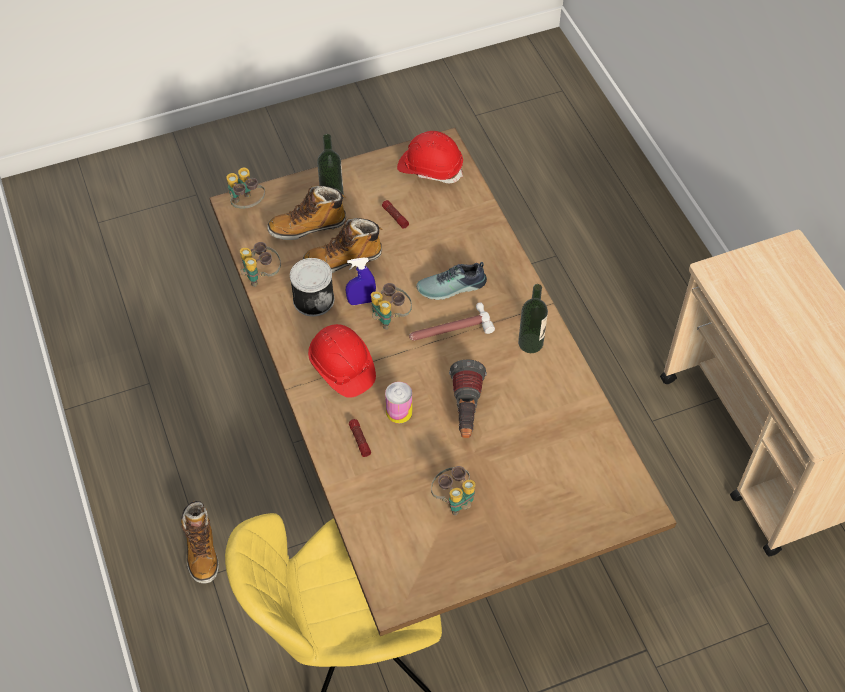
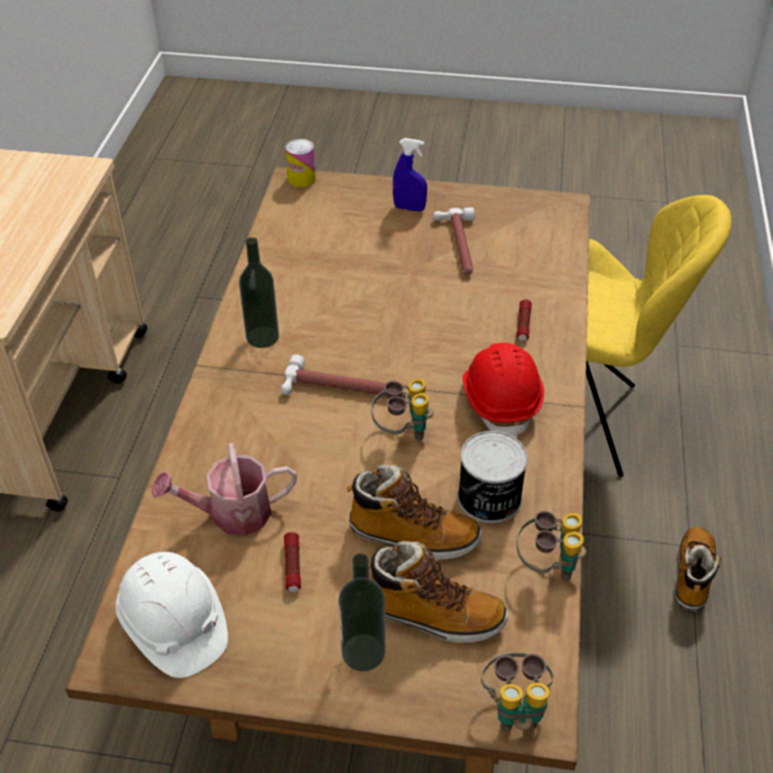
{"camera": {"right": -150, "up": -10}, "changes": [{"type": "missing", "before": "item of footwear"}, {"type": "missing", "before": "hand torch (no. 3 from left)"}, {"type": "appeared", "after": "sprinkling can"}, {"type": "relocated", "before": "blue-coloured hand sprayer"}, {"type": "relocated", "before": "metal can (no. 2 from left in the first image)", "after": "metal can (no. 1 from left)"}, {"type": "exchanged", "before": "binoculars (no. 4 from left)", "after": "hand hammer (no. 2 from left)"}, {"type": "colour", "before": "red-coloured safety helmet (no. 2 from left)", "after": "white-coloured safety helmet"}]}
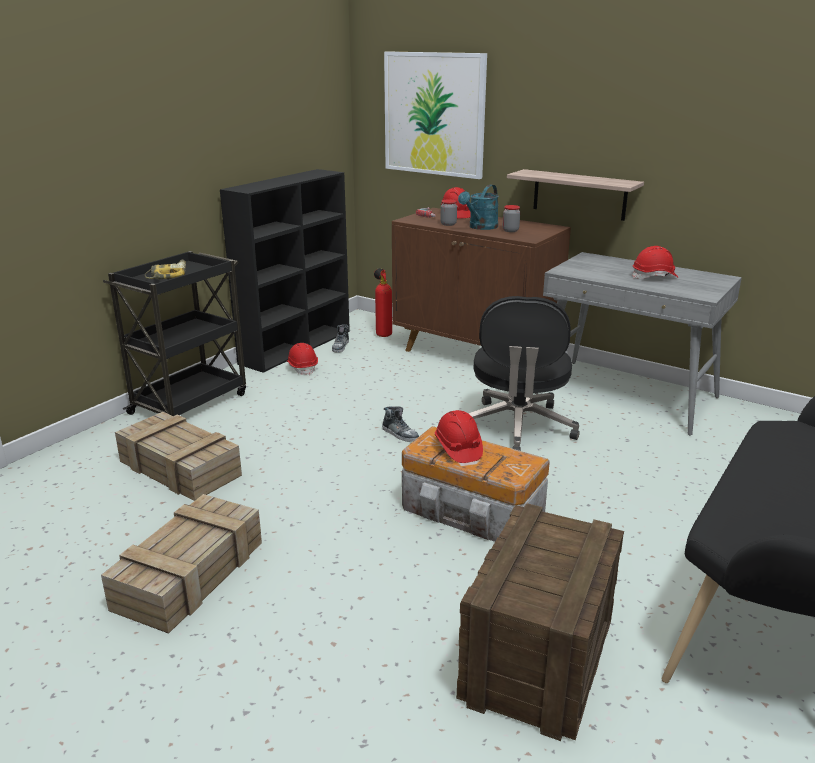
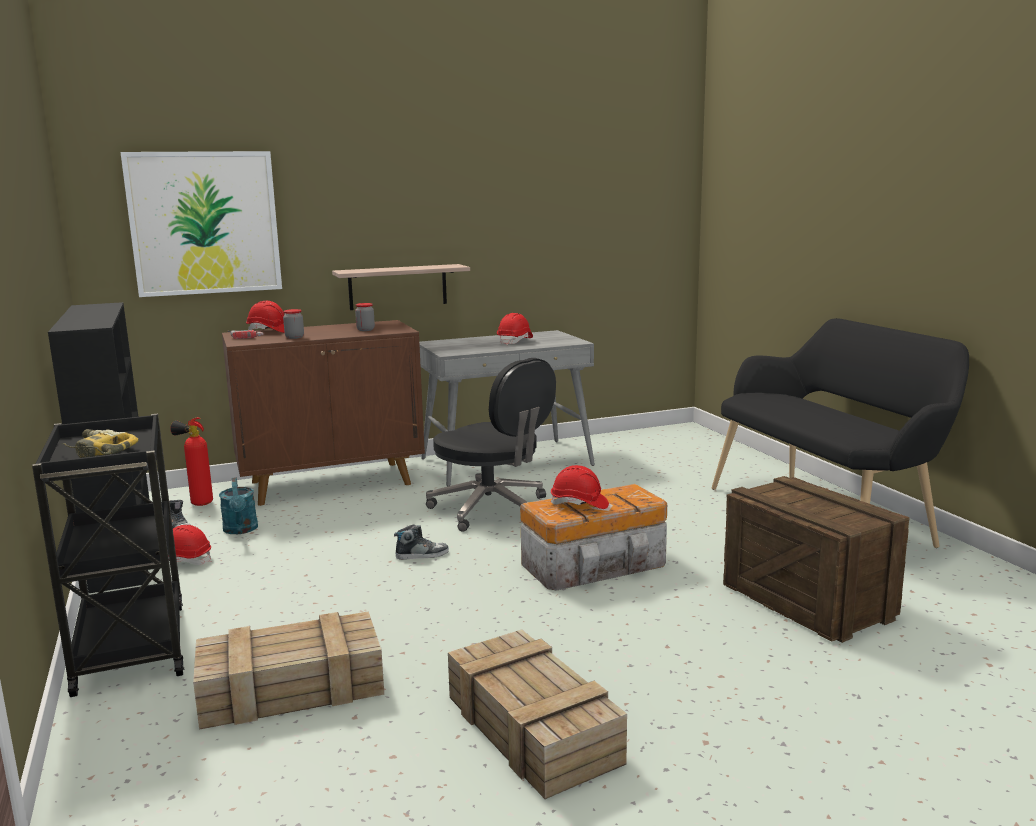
{"camera": {"right": -55, "up": -10}, "changes": [{"type": "relocated", "before": "blue-green sprinkling can"}]}
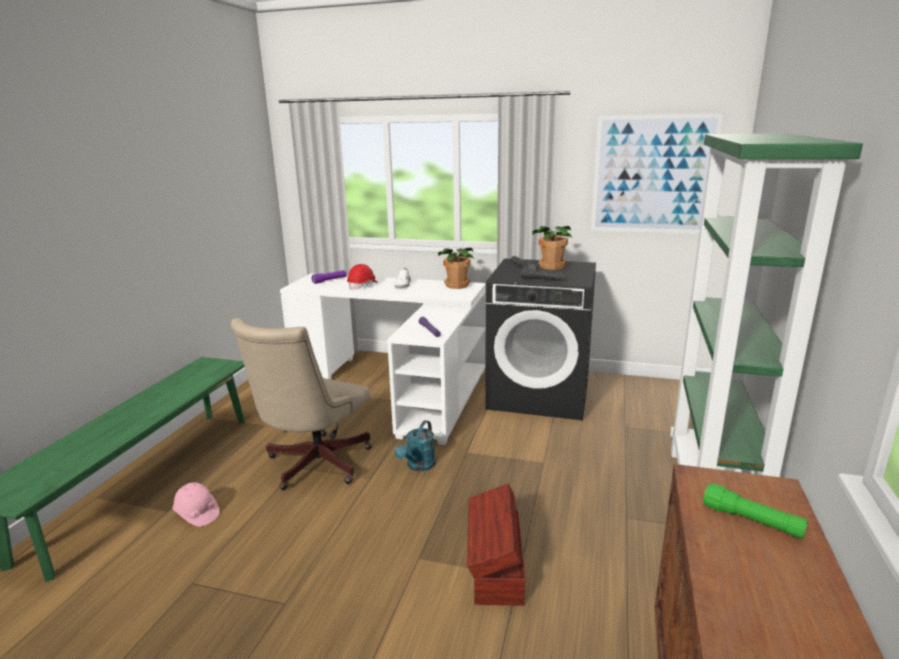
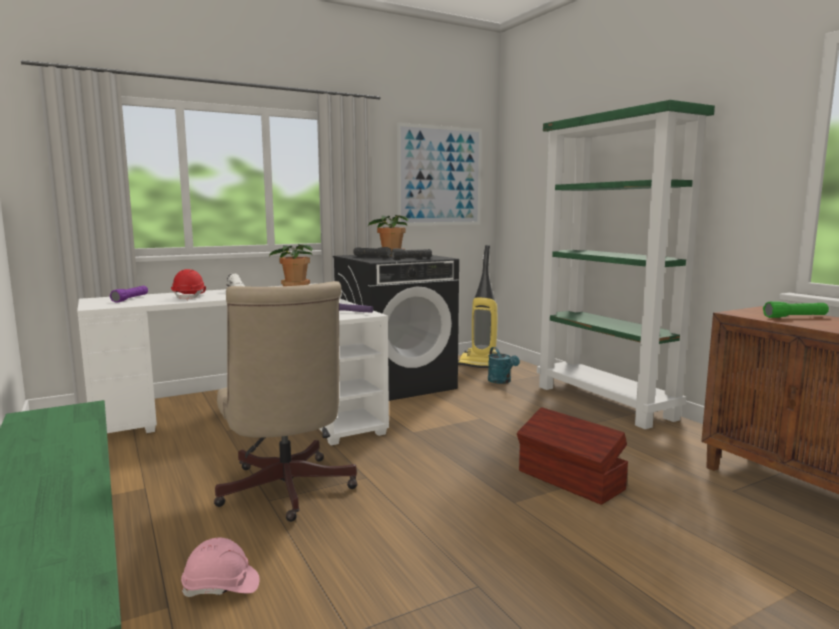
{"camera": {"right": -45, "up": -10}, "changes": [{"type": "appeared", "after": "vacuum cleaner"}, {"type": "relocated", "before": "blue-green sprinkling can"}]}
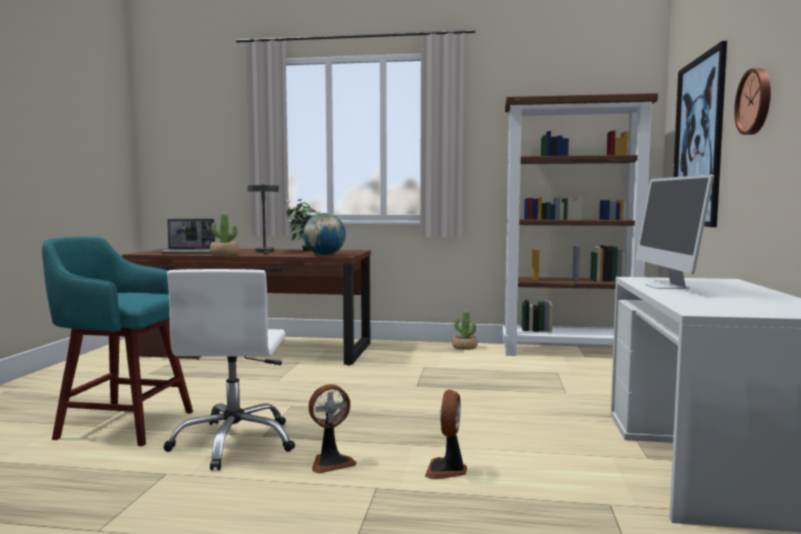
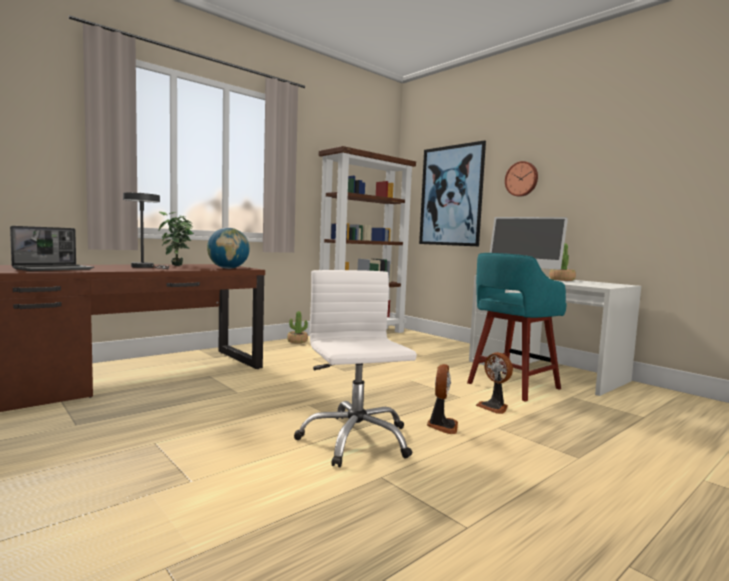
{"camera": {"right": -50, "up": 0}, "changes": [{"type": "relocated", "before": "blue-green stool"}, {"type": "relocated", "before": "potted plant (no. 1 from left in the first image)", "after": "potted plant (no. 3 from left)"}, {"type": "spun", "before": "white-coloured office chair", "turn": -150}]}
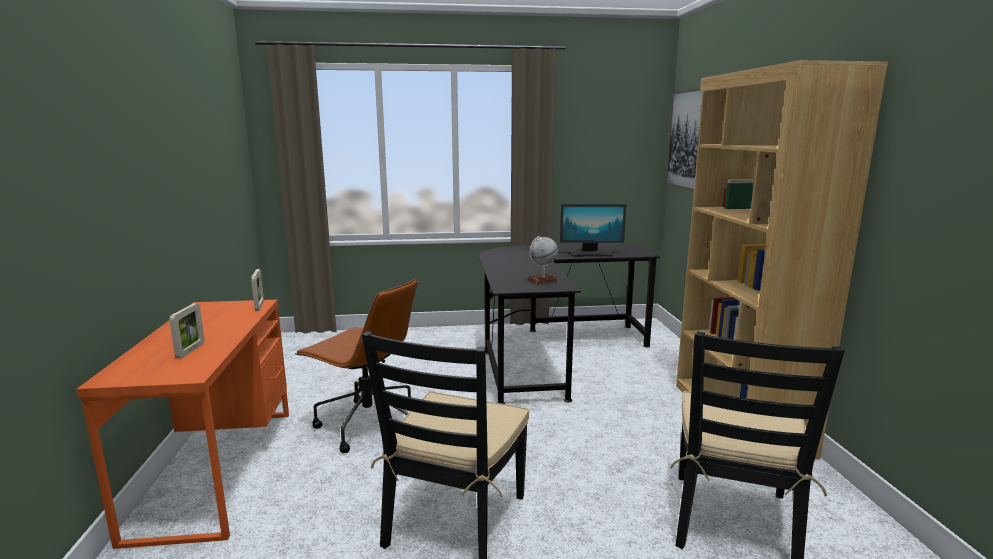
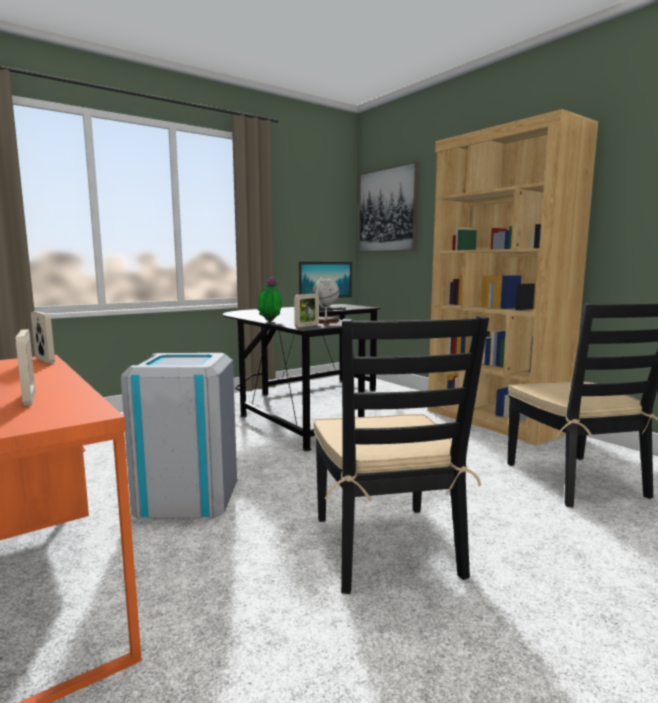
{"camera": {"right": -30, "up": -5}, "changes": [{"type": "appeared", "after": "potted plant"}, {"type": "appeared", "after": "standing frame (no. 3 from left)"}, {"type": "exchanged", "before": "brown office chair", "after": "gray trash can"}]}
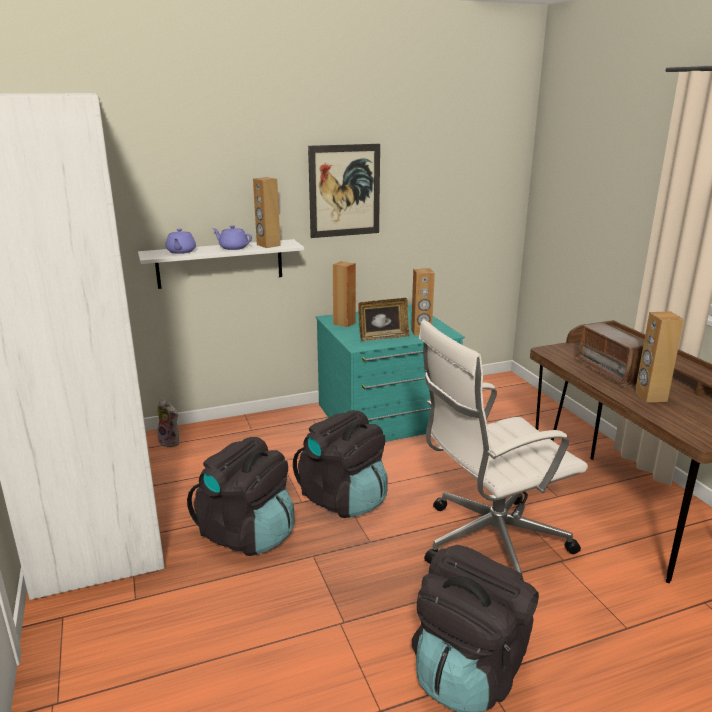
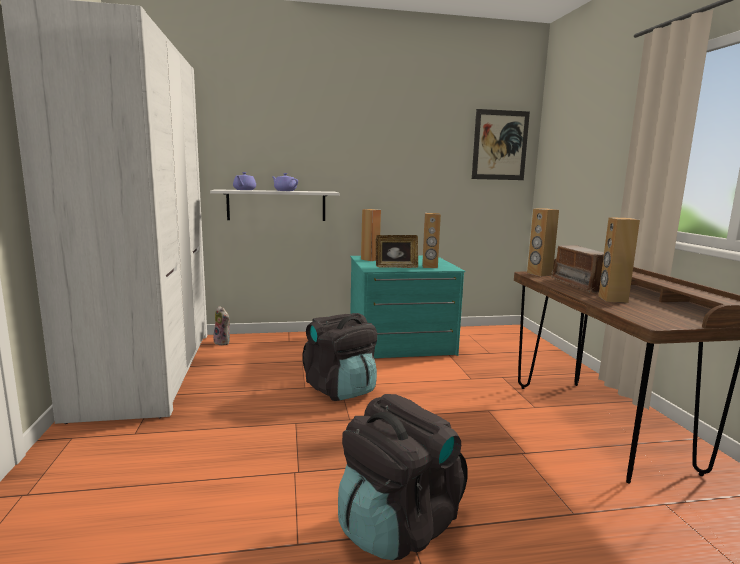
{"camera": {"right": 10, "up": -10}, "changes": [{"type": "missing", "before": "black knapsack (no. 1 from left)"}, {"type": "missing", "before": "white-coloured office chair"}, {"type": "relocated", "before": "brown loudspeaker (no. 1 from left in the first image)", "after": "brown loudspeaker (no. 3 from left)"}, {"type": "relocated", "before": "wall picture"}]}
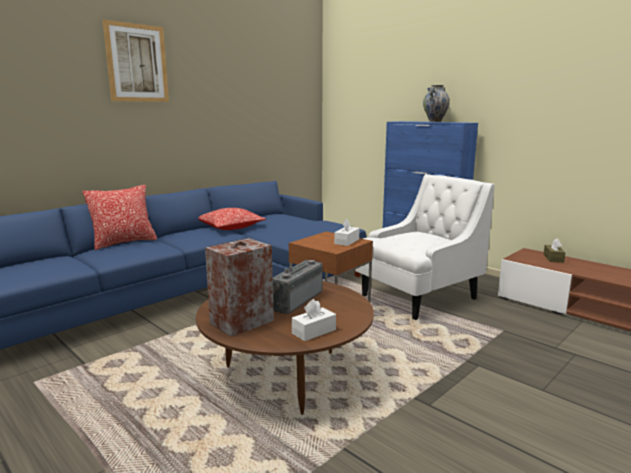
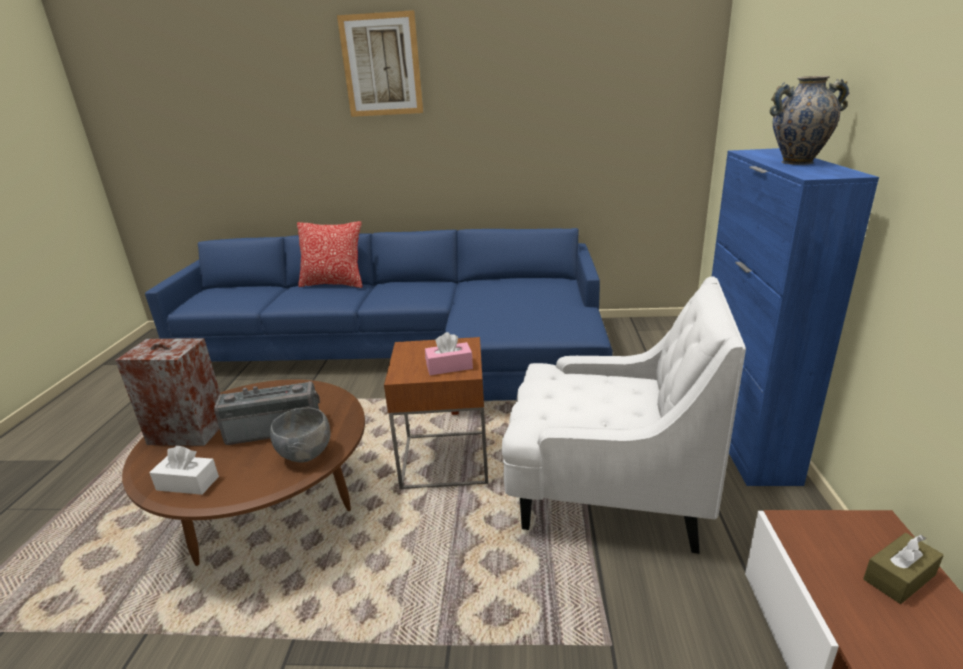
{"camera": {"right": 50, "up": 10}, "changes": [{"type": "missing", "before": "cushion (no. 2 from left)"}, {"type": "appeared", "after": "gray serving bowl"}, {"type": "colour", "before": "white-coloured tissue box (no. 2 from left)", "after": "pink-coloured tissue box"}]}
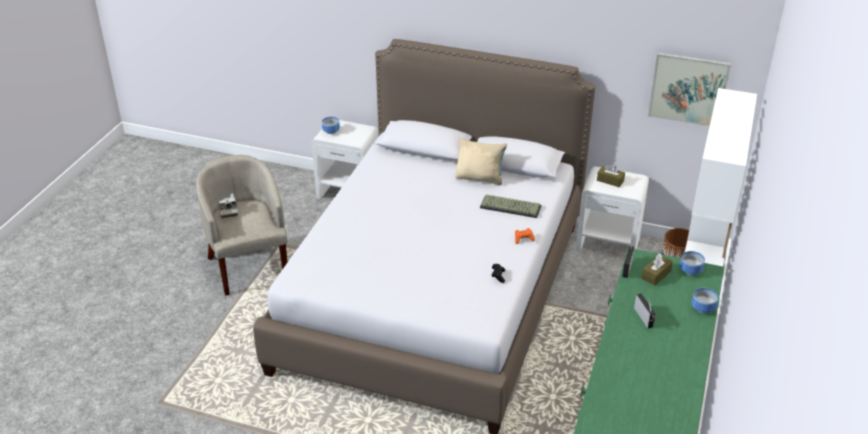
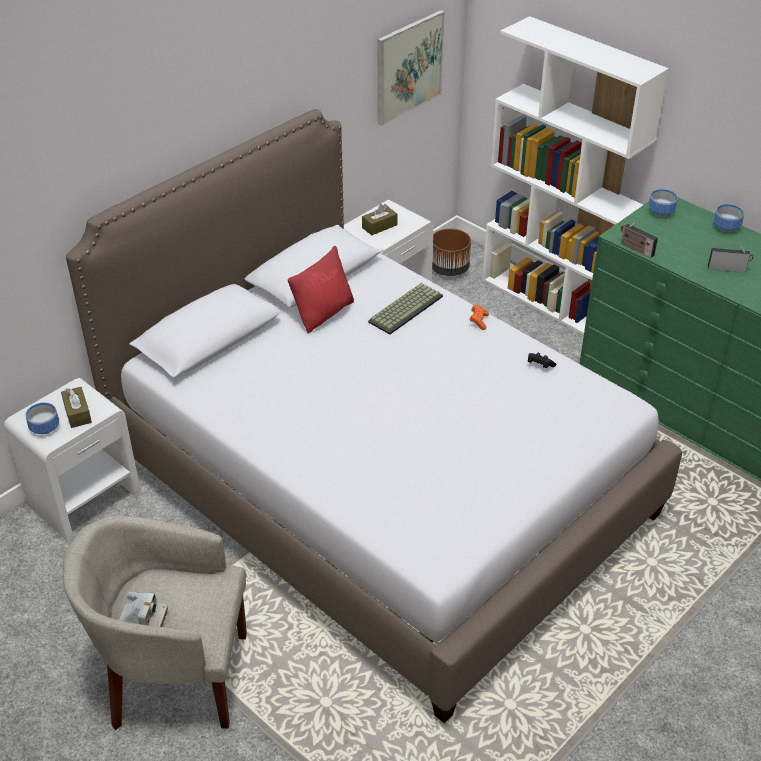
{"camera": {"right": -65, "up": 5}, "changes": [{"type": "relocated", "before": "brown tissue box (no. 2 from left in the first image)", "after": "brown tissue box (no. 1 from left)"}, {"type": "colour", "before": "beige cushion", "after": "red-coloured cushion"}]}
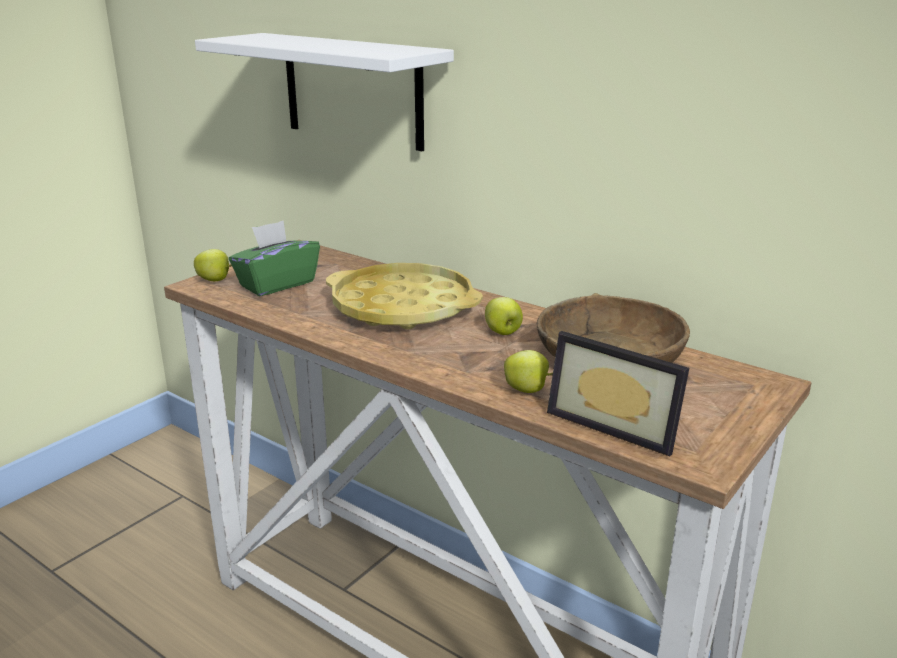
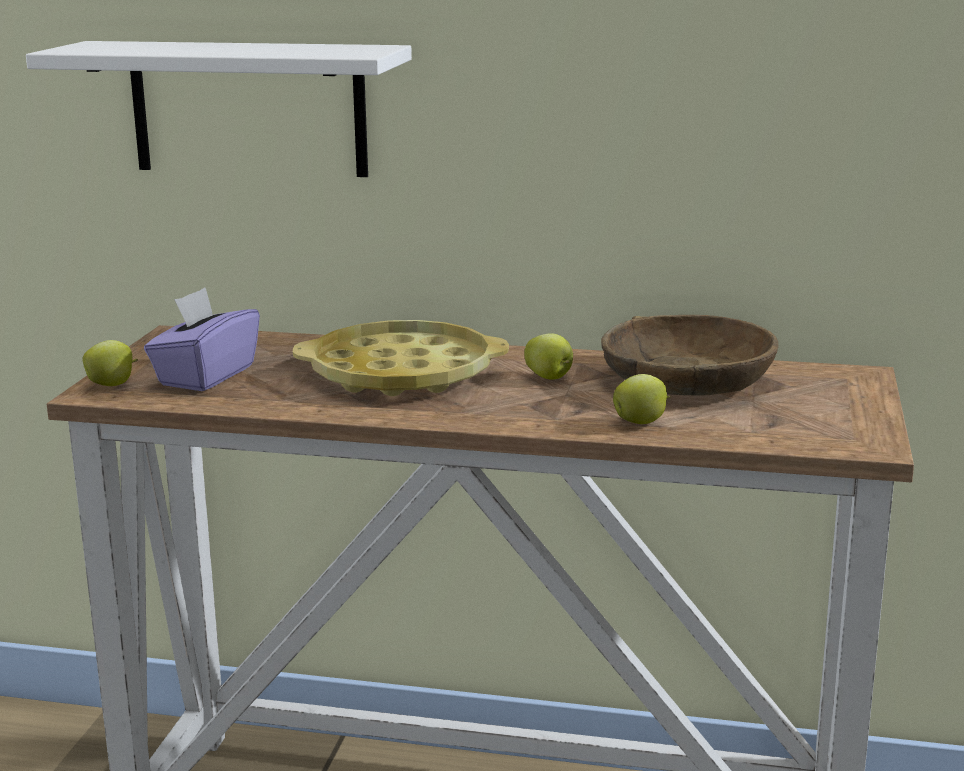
{"camera": {"right": -25, "up": -5}, "changes": [{"type": "missing", "before": "standing frame"}, {"type": "colour", "before": "greenish tissue box", "after": "purple tissue box"}]}
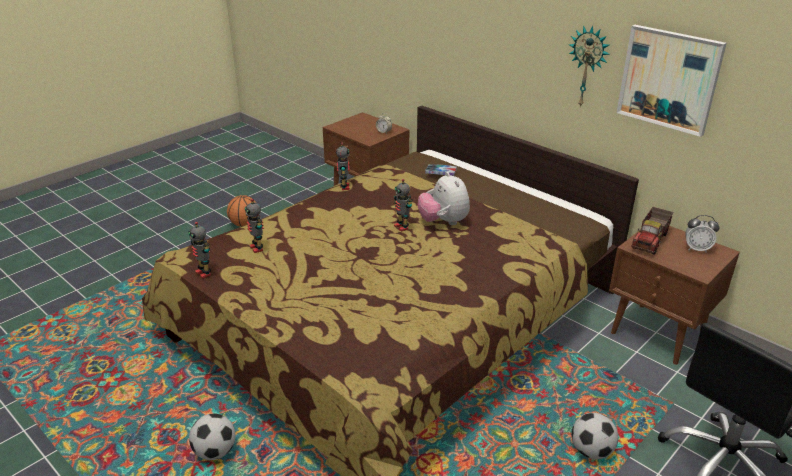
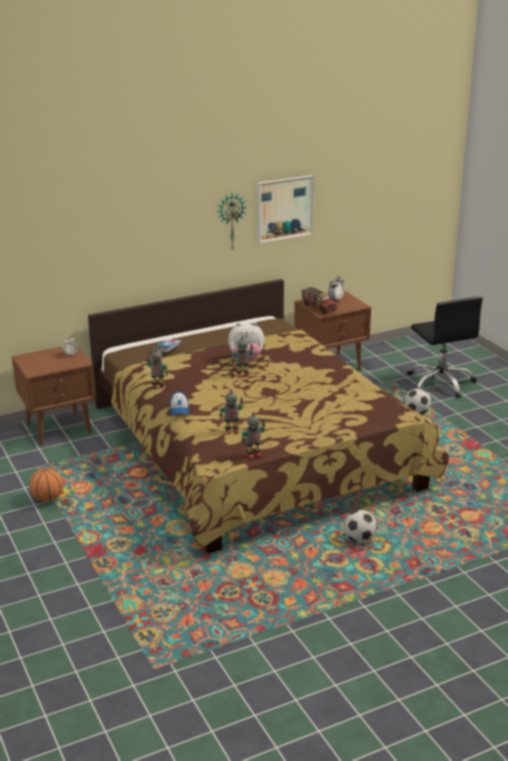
{"camera": {"right": -70, "up": -5}, "changes": [{"type": "appeared", "after": "cap"}]}
